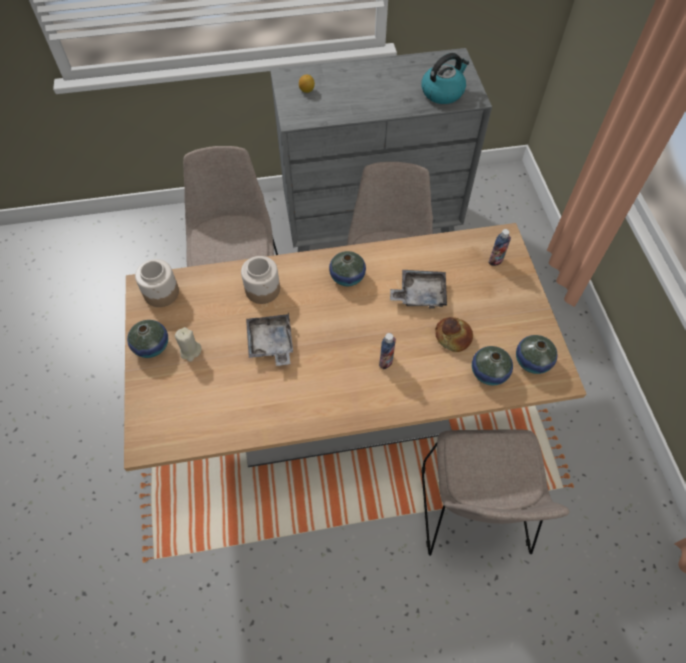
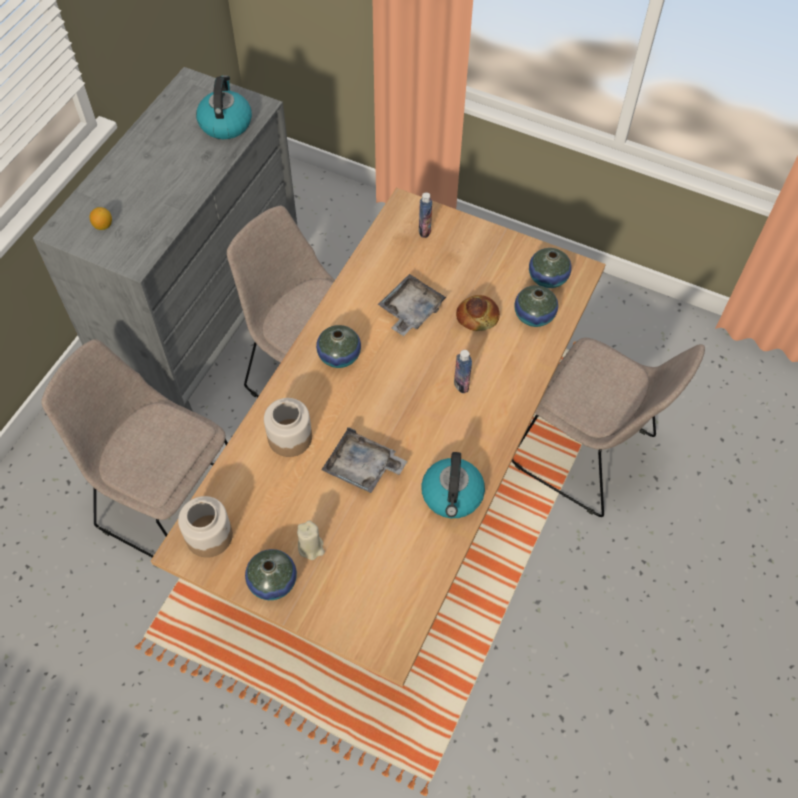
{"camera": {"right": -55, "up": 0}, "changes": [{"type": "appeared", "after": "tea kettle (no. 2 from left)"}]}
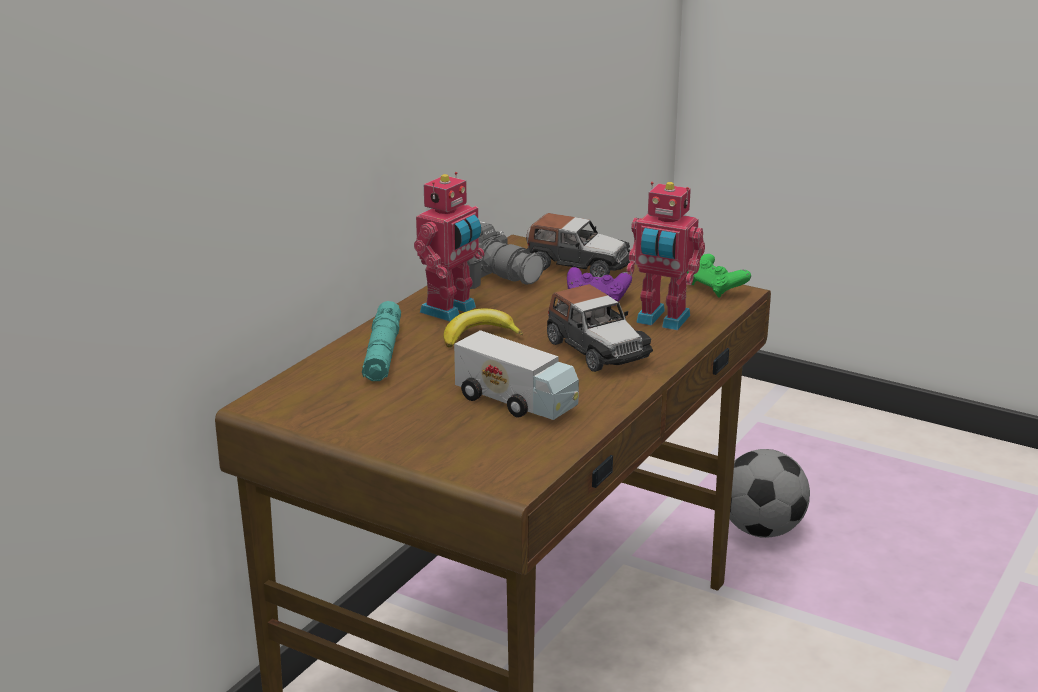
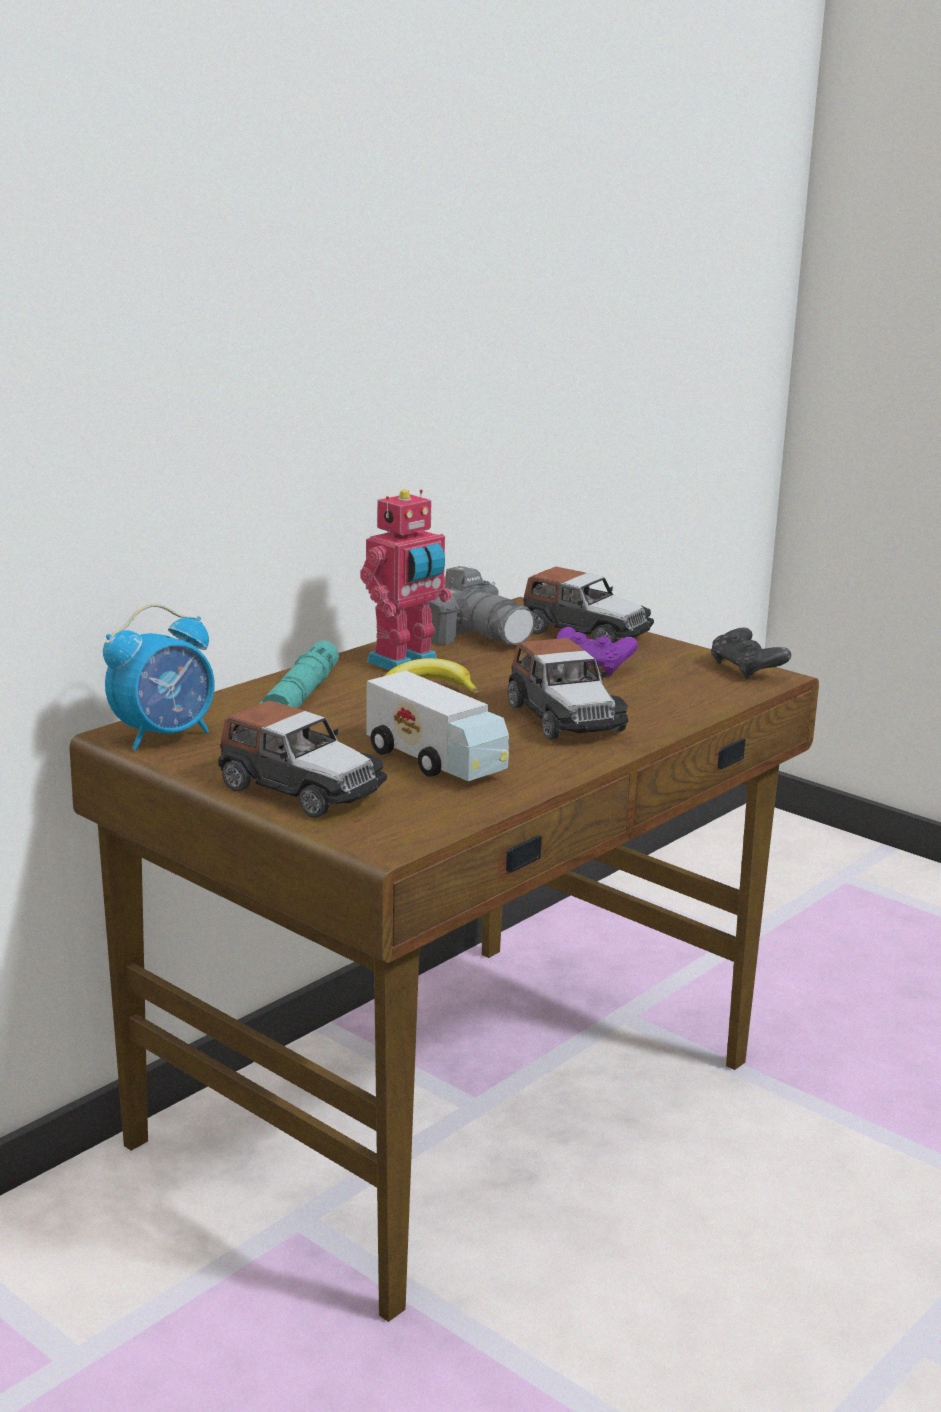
{"camera": {"right": 10, "up": -5}, "changes": [{"type": "missing", "before": "model robot (no. 2 from left)"}, {"type": "missing", "before": "football ball"}, {"type": "appeared", "after": "table clock"}, {"type": "appeared", "after": "model car (no. 1 from left)"}, {"type": "colour", "before": "greenish joypad", "after": "black joypad"}]}
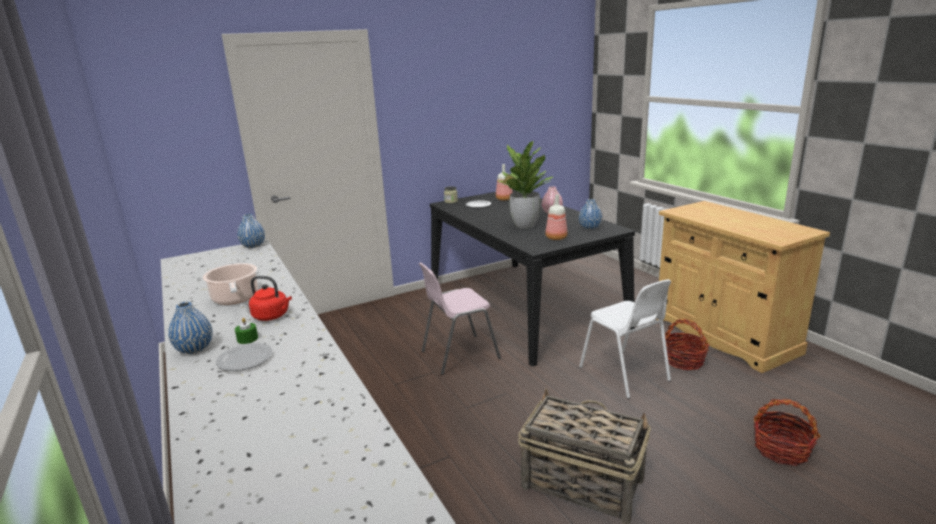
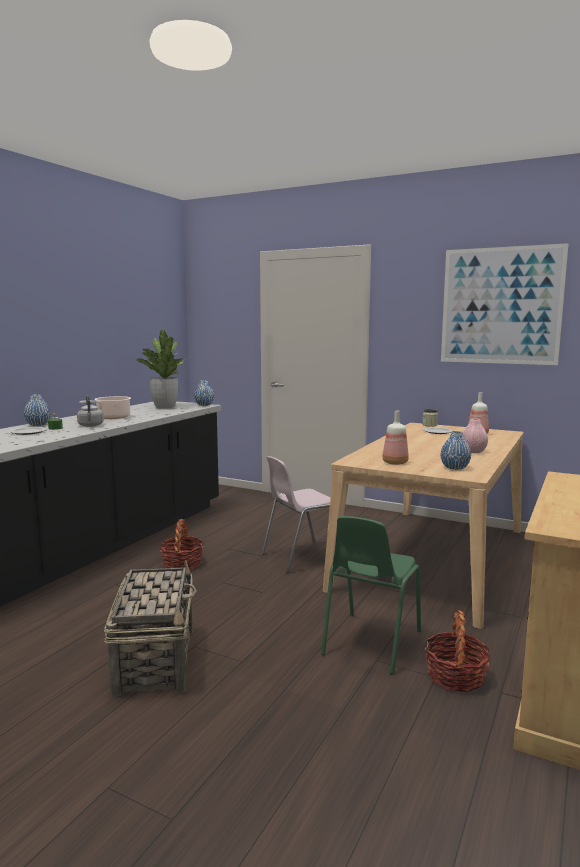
{"camera": {"right": 55, "up": -10}, "changes": [{"type": "appeared", "after": "wall picture"}, {"type": "relocated", "before": "potted plant"}, {"type": "relocated", "before": "storage basket (no. 3 from left in the first image)", "after": "storage basket (no. 2 from left)"}, {"type": "colour", "before": "red-coloured tea kettle", "after": "gray tea kettle"}, {"type": "colour", "before": "black dinner table", "after": "beige dinner table"}, {"type": "colour", "before": "white-coloured chair", "after": "greenish chair"}, {"type": "spun", "before": "pink-coloured chair", "turn": -60}]}
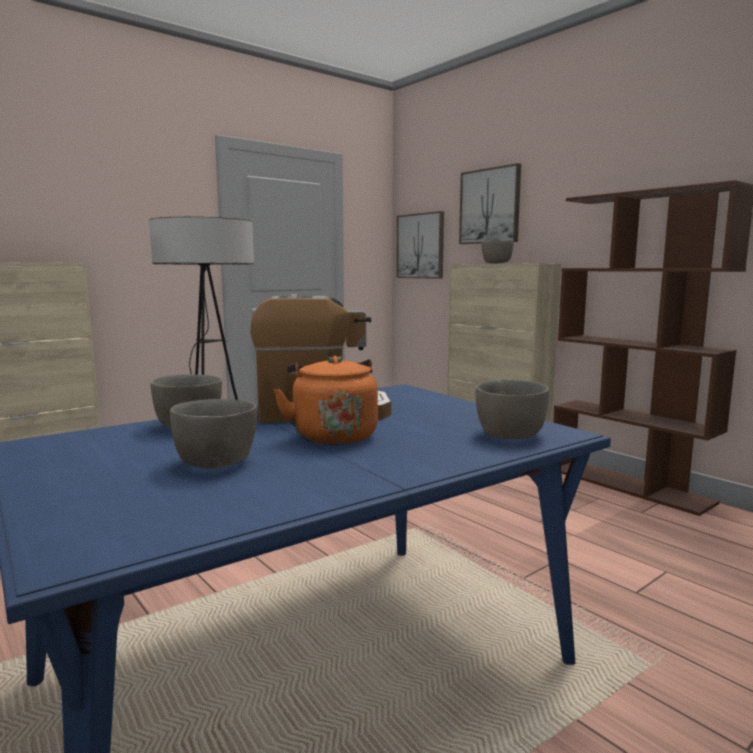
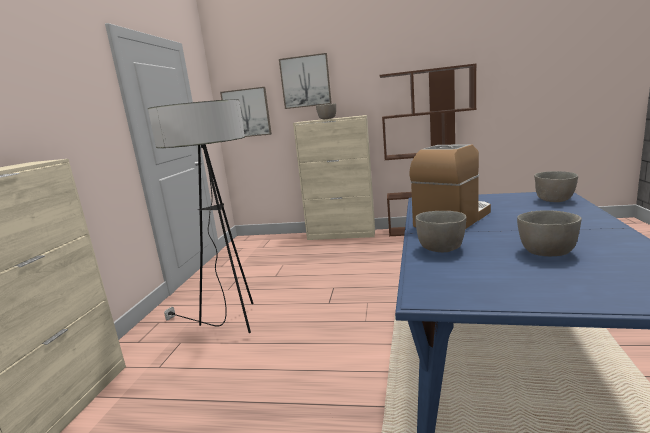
{"camera": {"right": -40, "up": 5}, "changes": [{"type": "missing", "before": "orange-coloured tea kettle"}]}
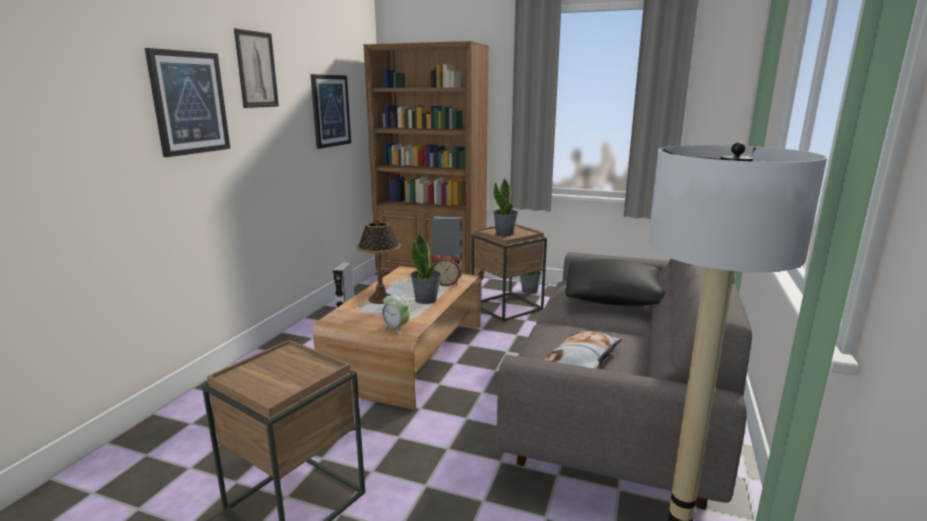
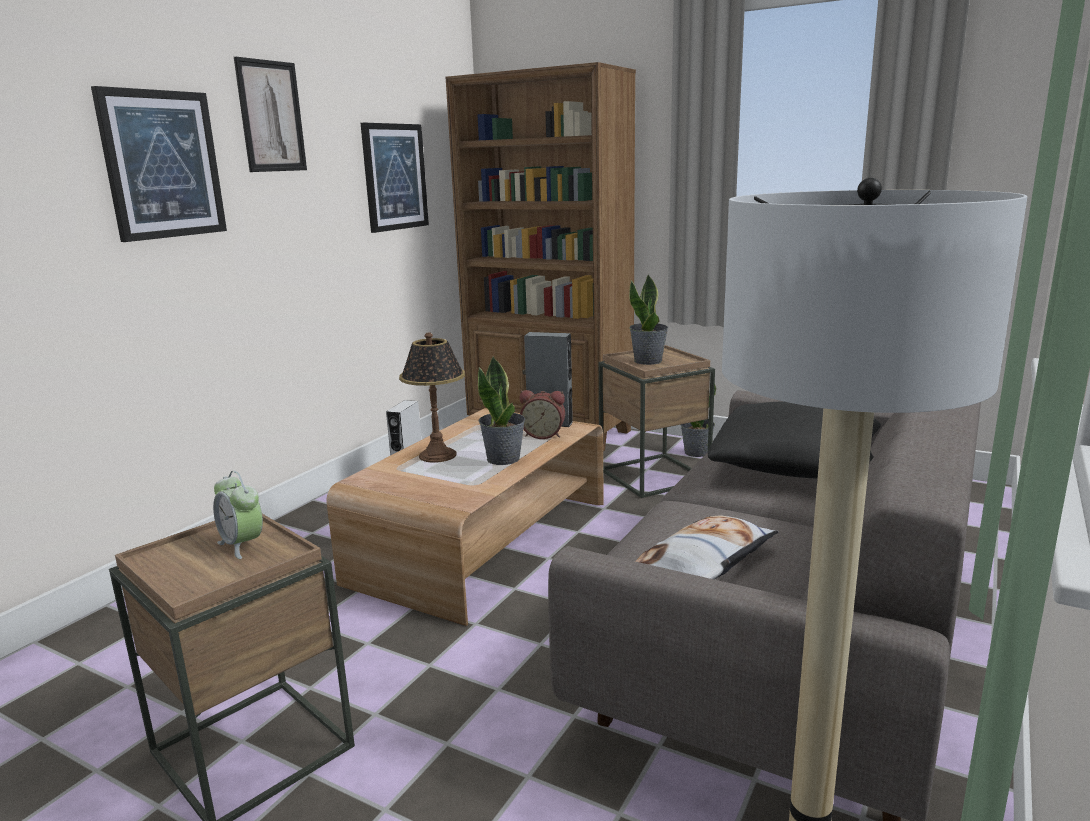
{"camera": {"right": 10, "up": 0}, "changes": [{"type": "relocated", "before": "table clock (no. 1 from left)"}]}
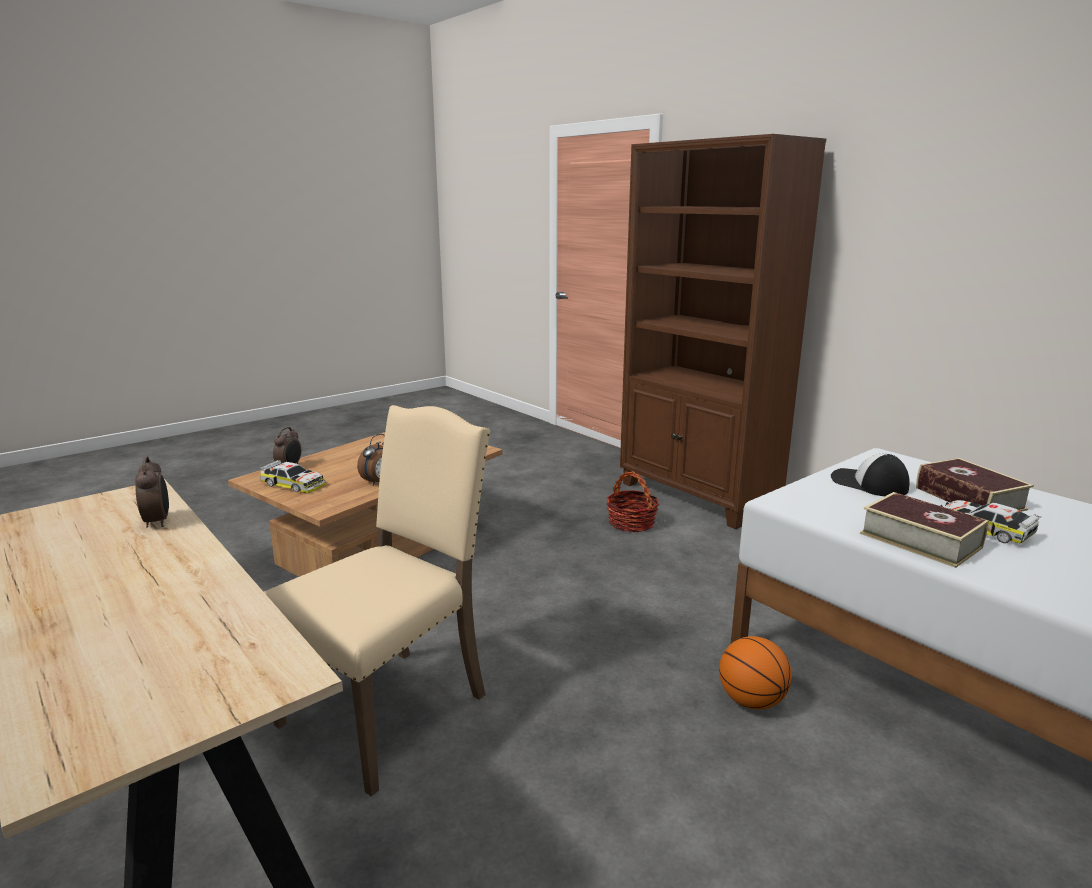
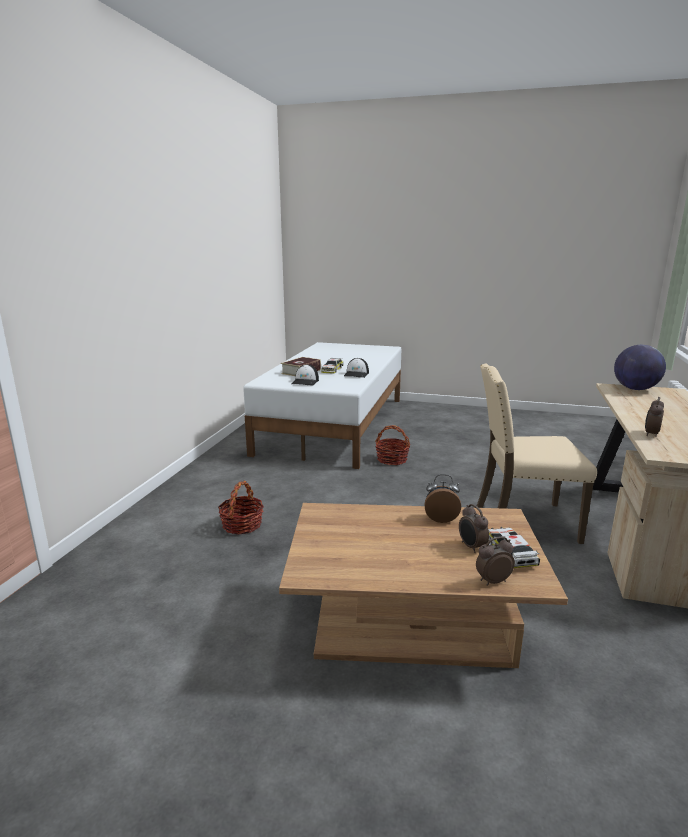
{"camera": {"right": -125, "up": 0}, "changes": [{"type": "missing", "before": "brown shelving unit"}, {"type": "appeared", "after": "table clock (no. 2 from left)"}, {"type": "appeared", "after": "desk globe"}, {"type": "exchanged", "before": "basketball", "after": "storage basket (no. 2 from left)"}, {"type": "exchanged", "before": "book (no. 1 from left)", "after": "cap (no. 2 from left)"}]}
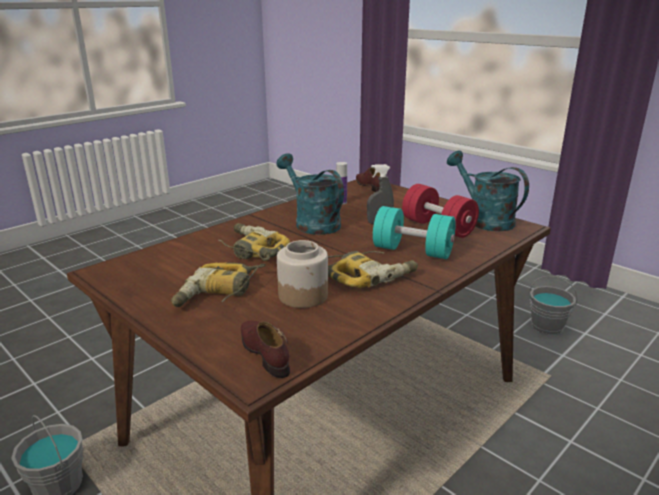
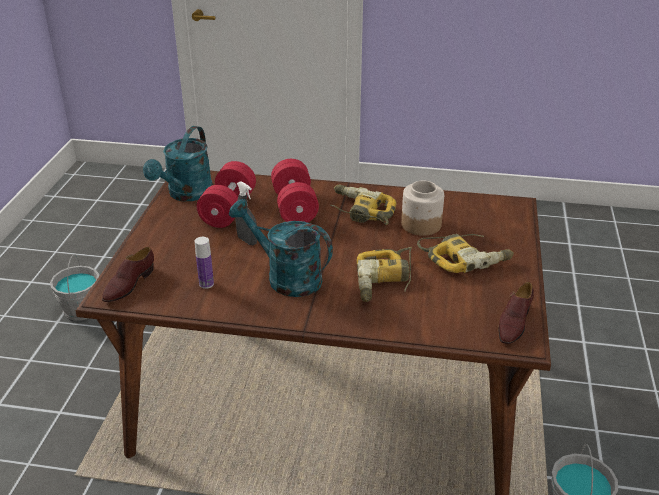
{"camera": {"right": -125, "up": 10}, "changes": [{"type": "relocated", "before": "brown item of footwear (no. 1 from left in the first image)", "after": "brown item of footwear (no. 2 from left)"}, {"type": "colour", "before": "blue-green free weight", "after": "red-coloured free weight (no. 2 from left)"}, {"type": "spun", "before": "blue-green sprinkling can (no. 1 from left in the first image)", "turn": 105}]}
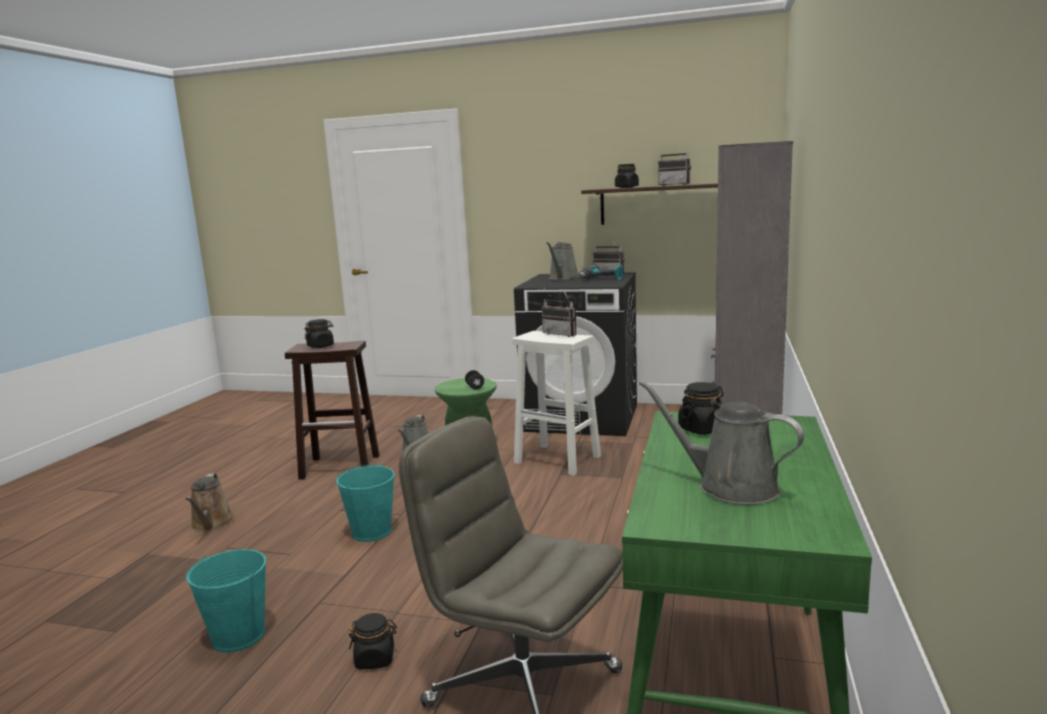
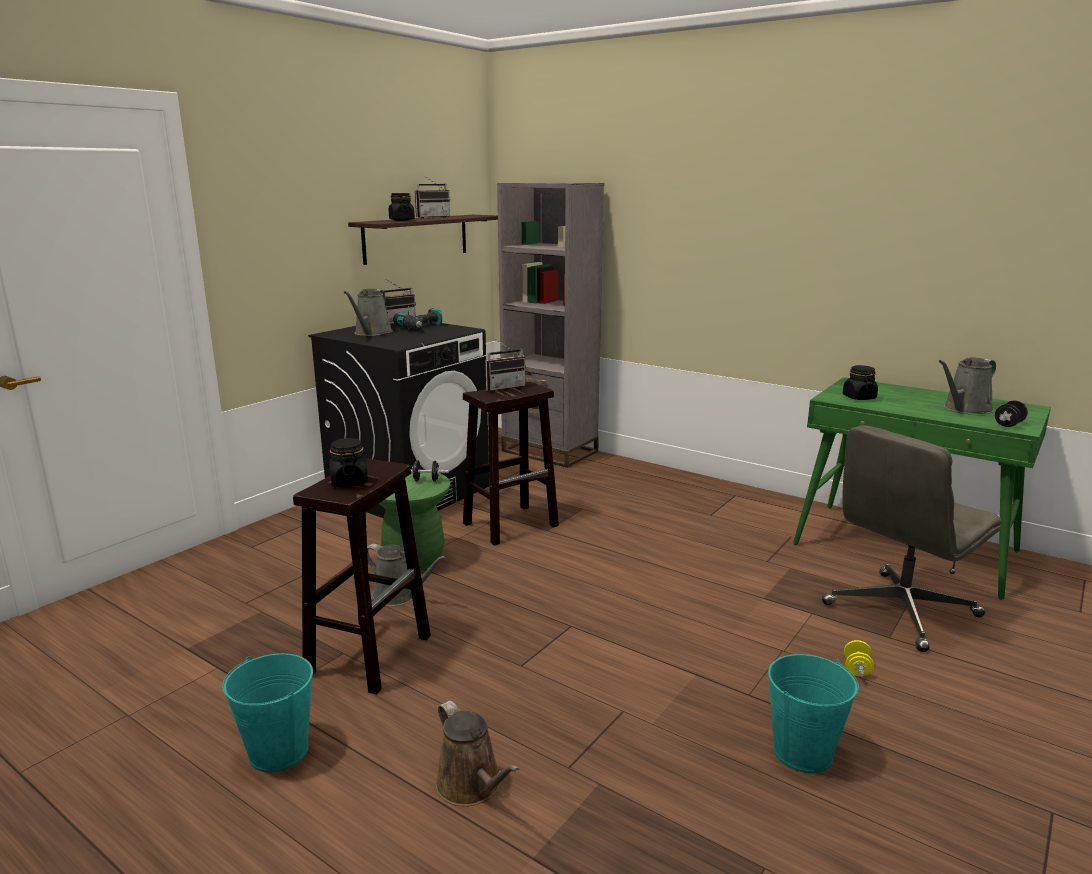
{"camera": {"right": -70, "up": 5}, "changes": [{"type": "appeared", "after": "black free weight (no. 2 from left)"}, {"type": "relocated", "before": "blue-green pail (no. 2 from left in the first image)", "after": "blue-green pail (no. 1 from left)"}, {"type": "exchanged", "before": "black storage jar (no. 2 from left)", "after": "yellow-coloured free weight"}, {"type": "colour", "before": "white-coloured stool", "after": "brown stool (no. 2 from left)"}, {"type": "spun", "before": "brown sprinkling can", "turn": 45}, {"type": "spun", "before": "gray sprinkling can (no. 2 from left in the first image)", "turn": 60}]}
